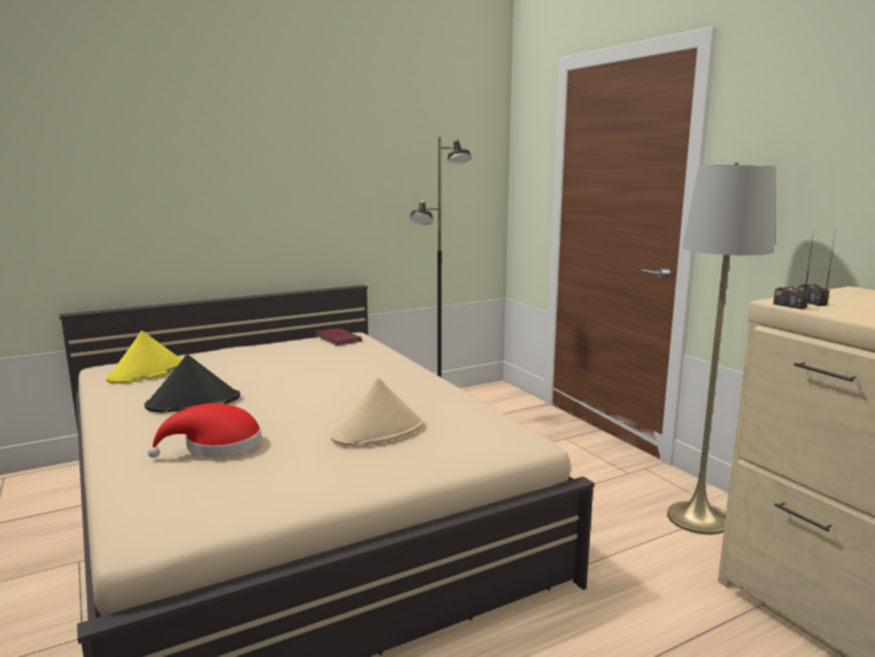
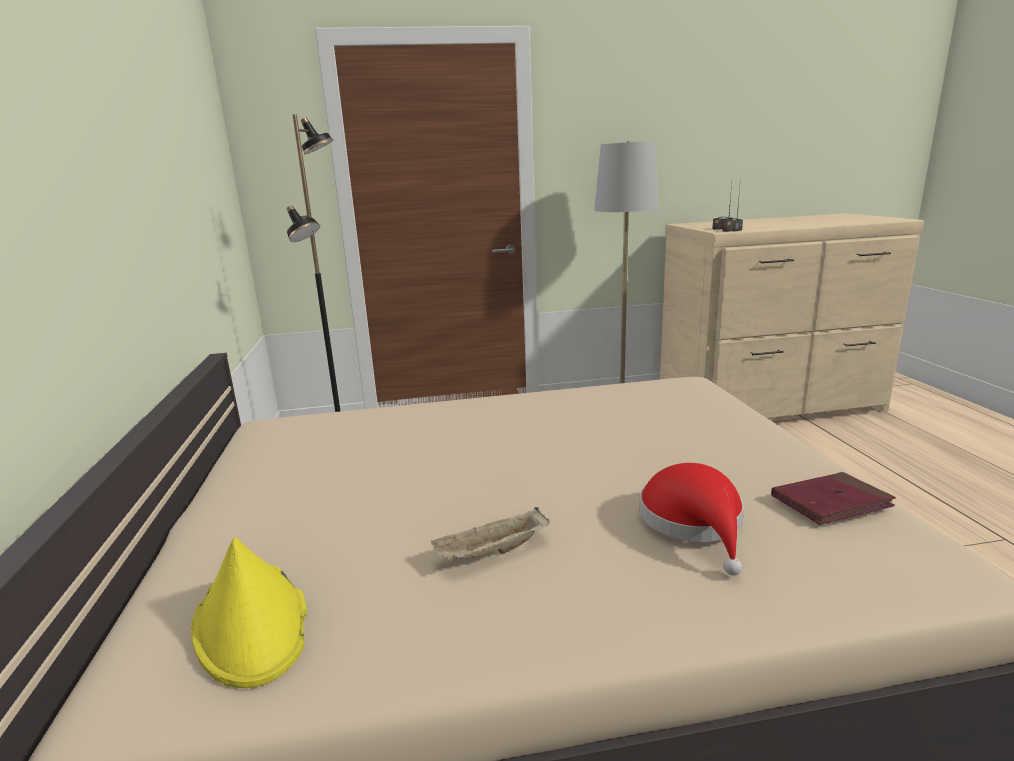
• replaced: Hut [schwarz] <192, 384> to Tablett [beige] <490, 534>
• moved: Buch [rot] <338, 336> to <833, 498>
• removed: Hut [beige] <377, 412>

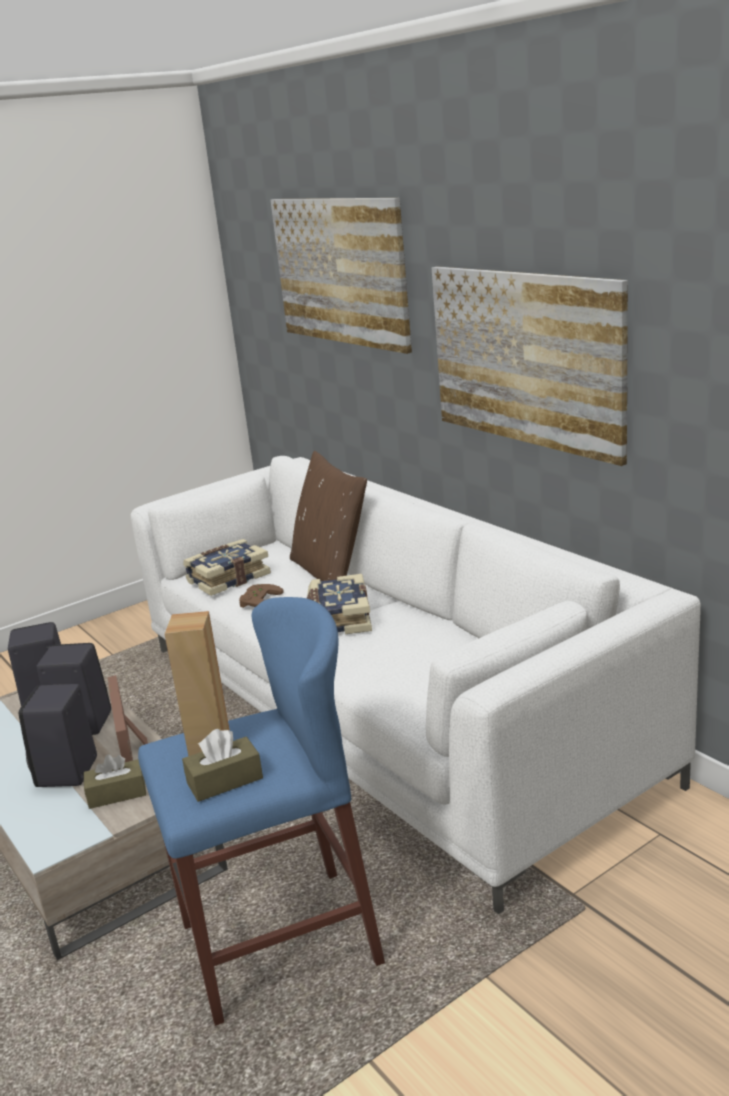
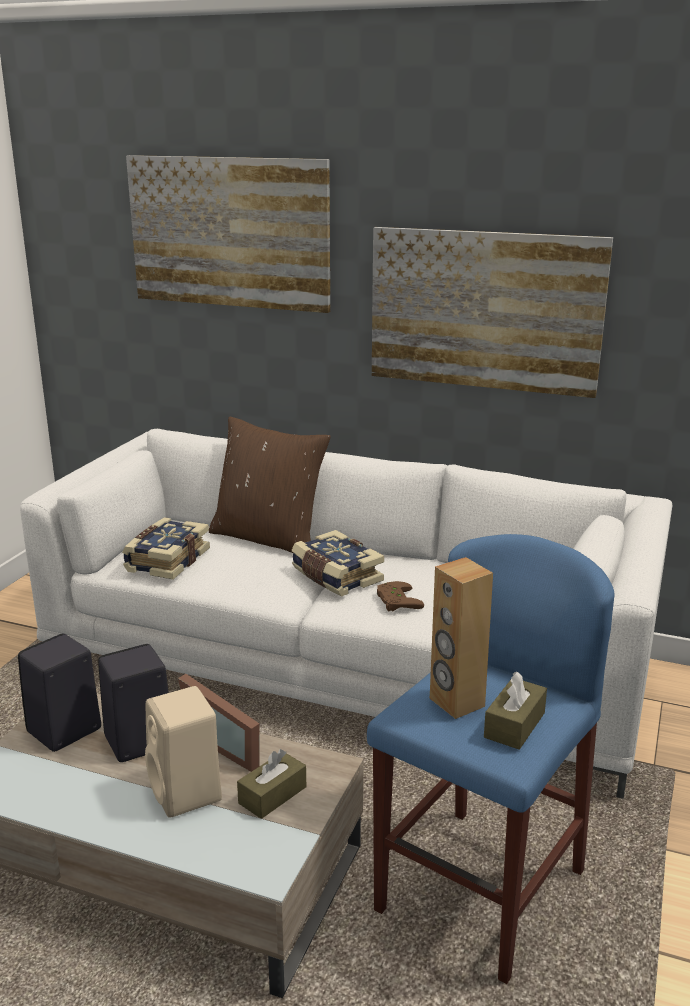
• recoloured: Lautsprecher [schwarz] <58, 735> to Lautsprecher [beige] <183, 752>
• moved: Gamepad [braun] <261, 596> to <400, 596>

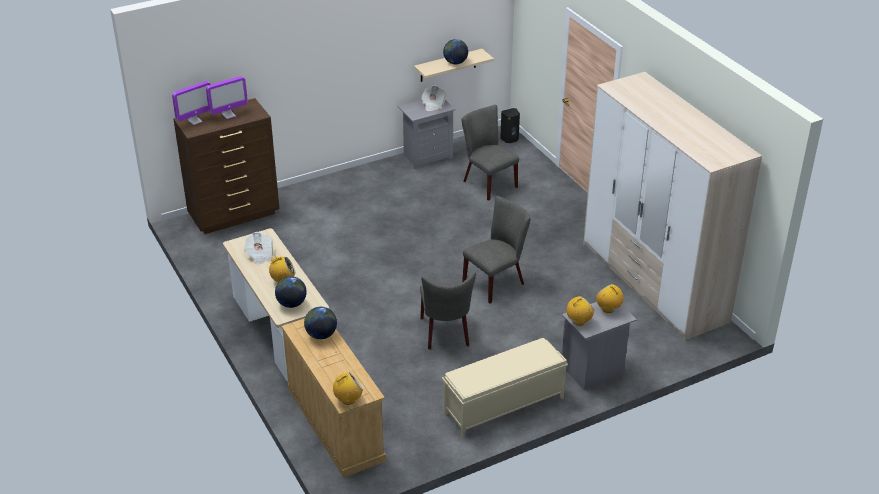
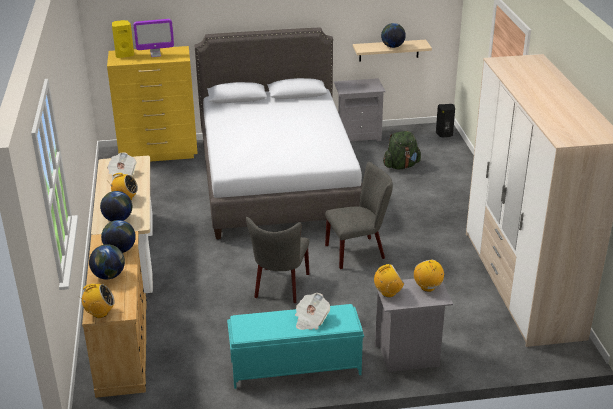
• added: Globus <107, 261>
• recoloured: Kommode [braun] <226, 166> to Kommode [gelb] <152, 104>
• replaced: Monitor <191, 103> to Lautsprecher [gelb] <123, 39>
• added: Bett [grau] <278, 133>
• recoloured: Bank [beige] <505, 388> to Bank [türkis] <295, 346>
• moved: Zeitung <433, 98> to <312, 311>
• replaced: Stuhl [grau] <490, 153> to Rucksack [grün] <402, 150>

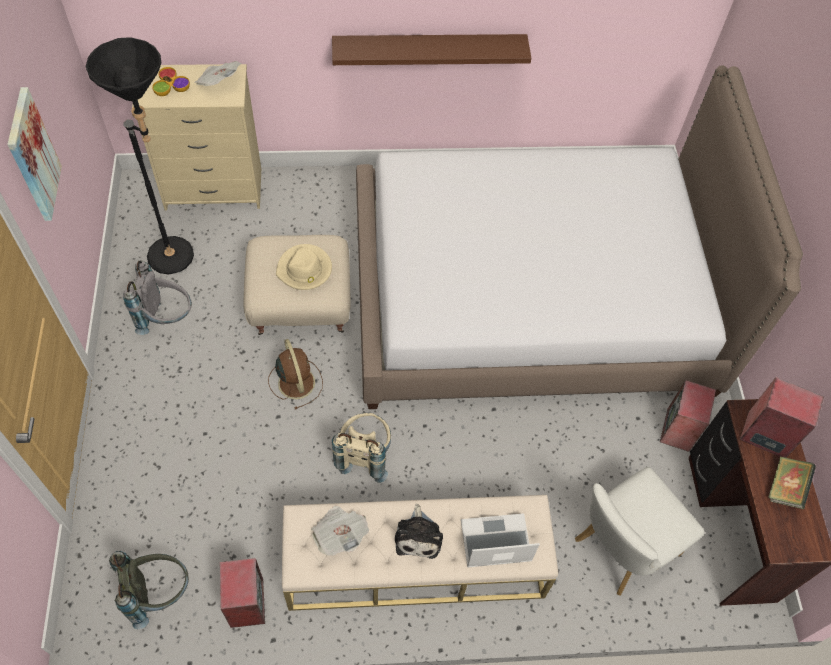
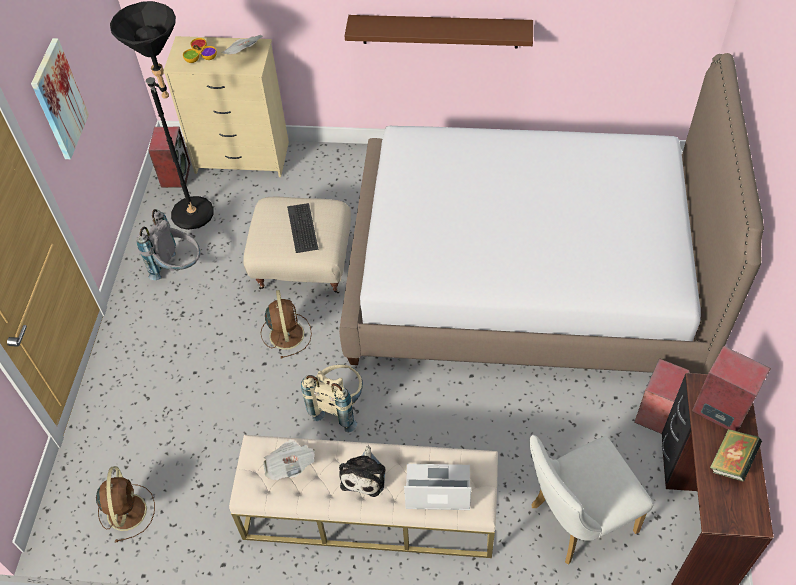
• replaced: Rucksack [grau] <149, 590> to Ventilator [braun] <125, 504>
• moved: Lautsprecher <242, 593> to <169, 157>
• replaced: Hut [beige] <304, 267> to Tastatur <302, 228>

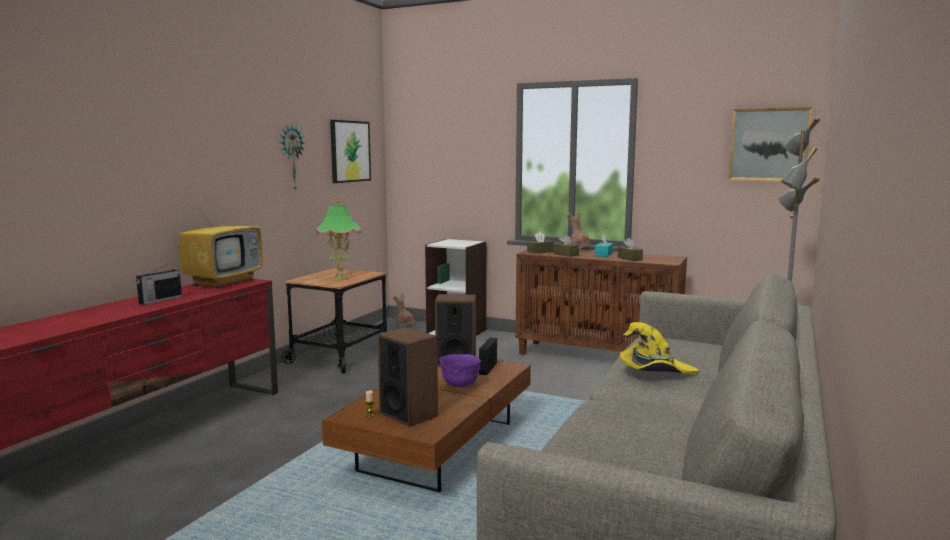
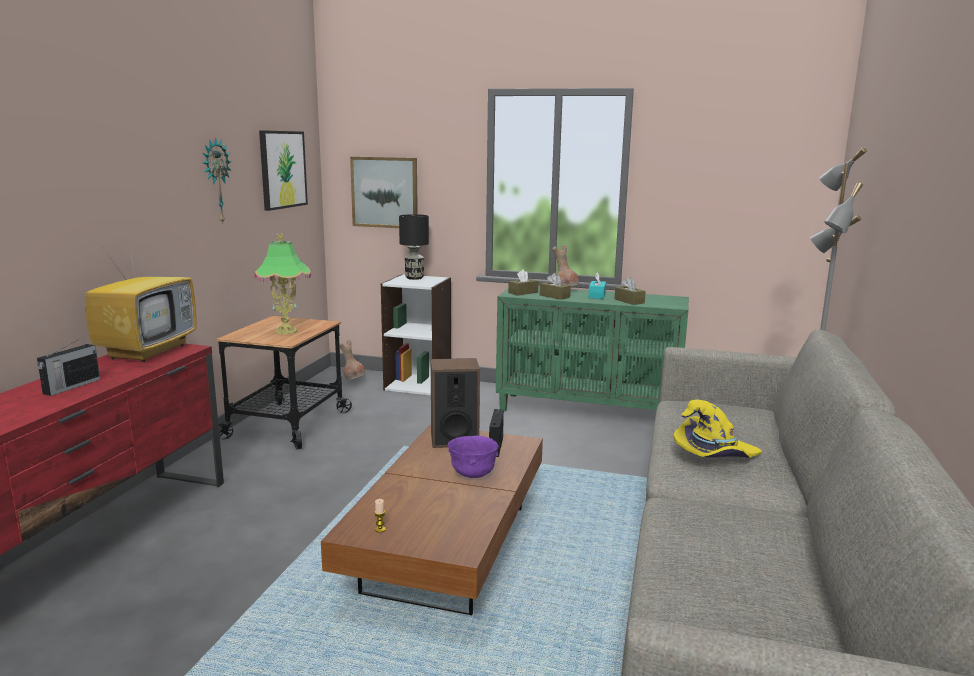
• moved: Bild <770, 144> to <384, 192>
• added: Tischlampe [schwarz] <414, 247>
• recoloured: Schrank [braun] <601, 302> to Schrank [grün] <592, 349>
• removed: Lautsprecher <408, 377>

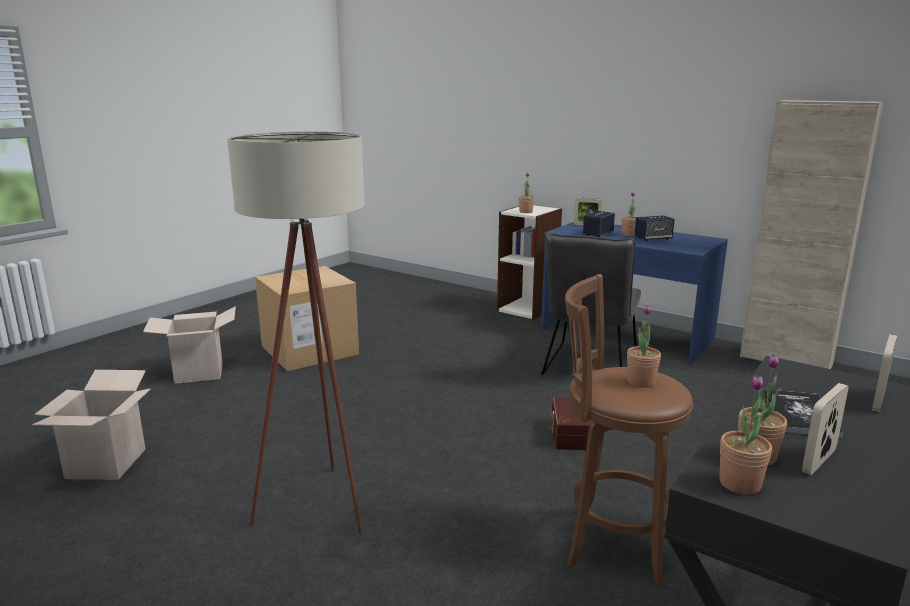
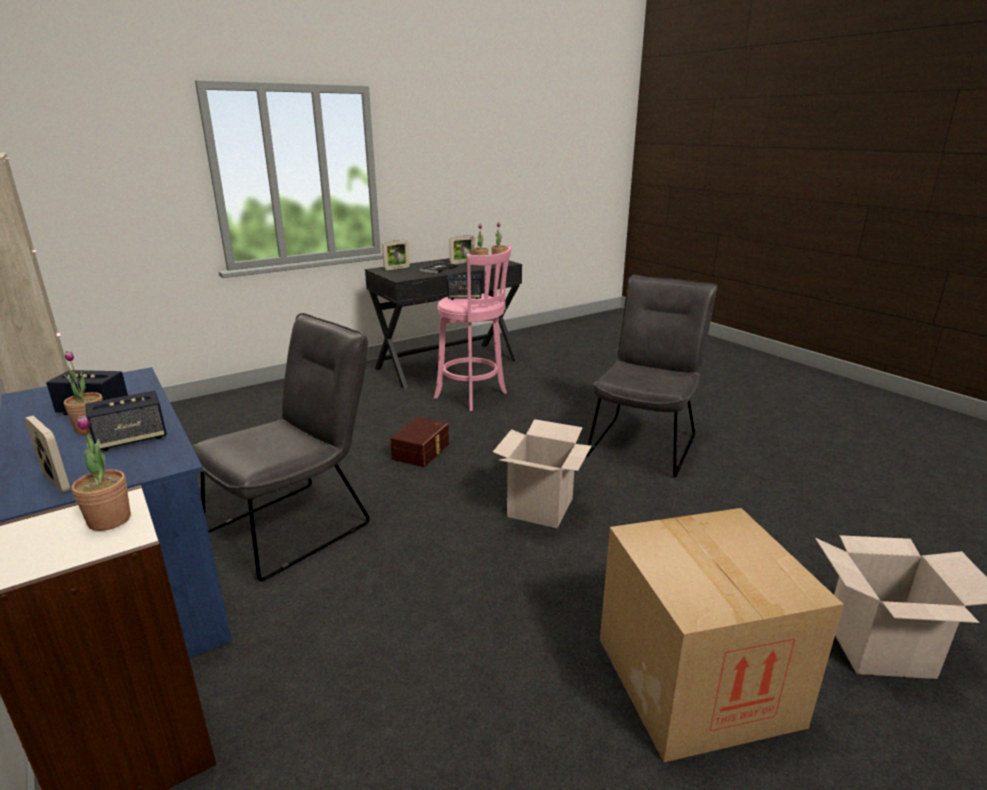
• recoloured: Hocker [braun] <629, 430> to Hocker [rosa] <473, 327>
• replaced: Topfpflanze <644, 346> to Lautsprecher <464, 287>
• moved: Karton <91, 425> to <542, 473>
• replaced: Stehlampe [beige] <296, 333> to Stuhl [grau] <652, 376>

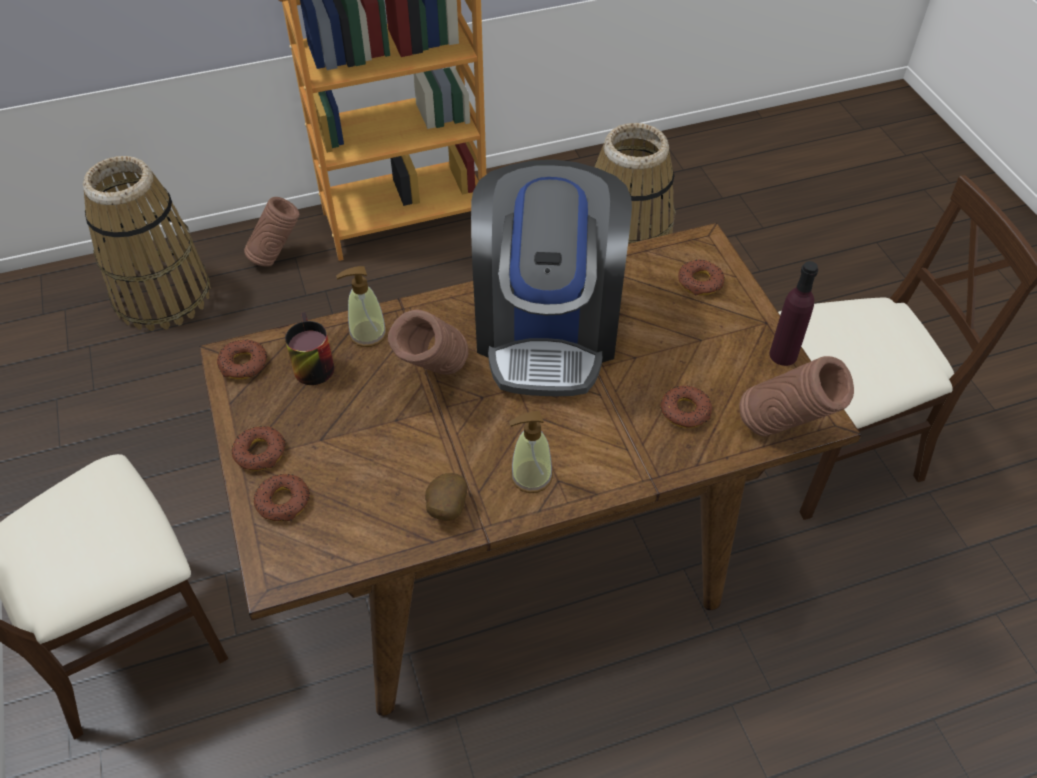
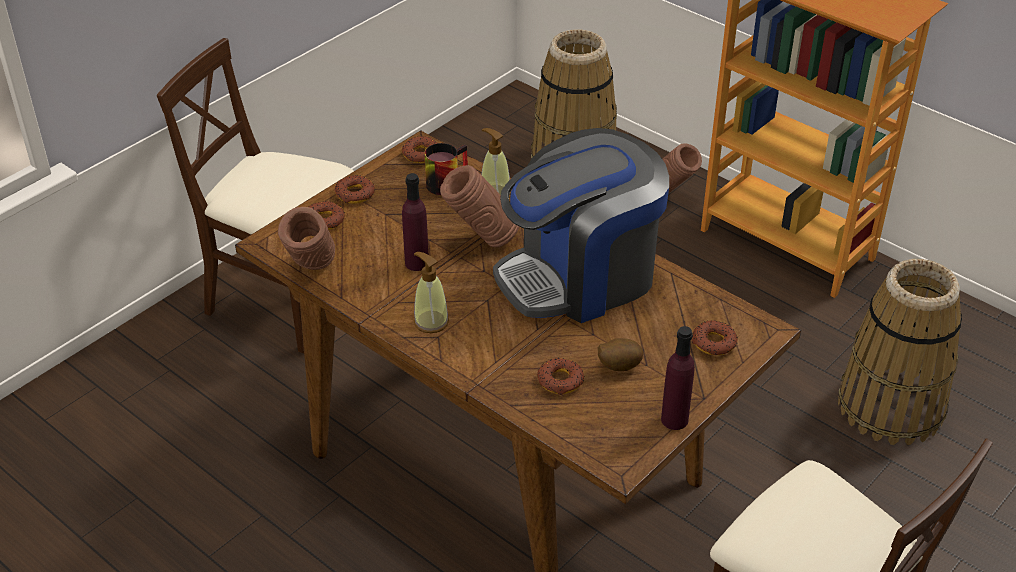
• moved: Vase [braun] <796, 396> to <306, 238>
• added: Flasche [lila] <415, 222>
• moved: Kartoffel <446, 497> to <621, 354>

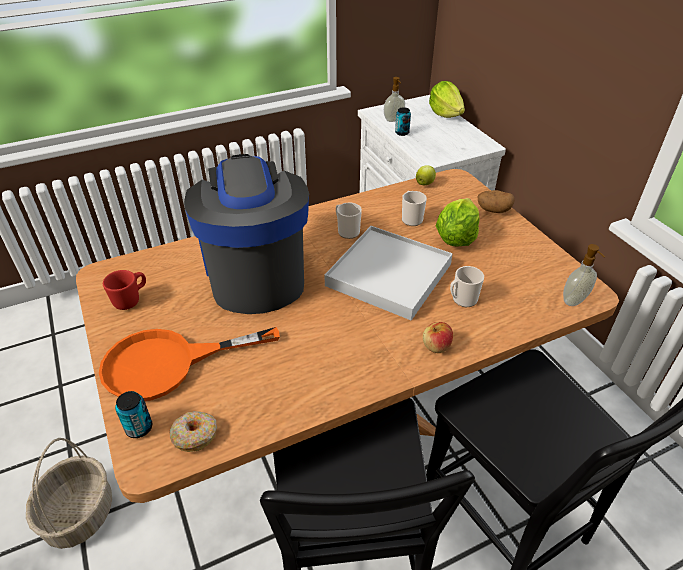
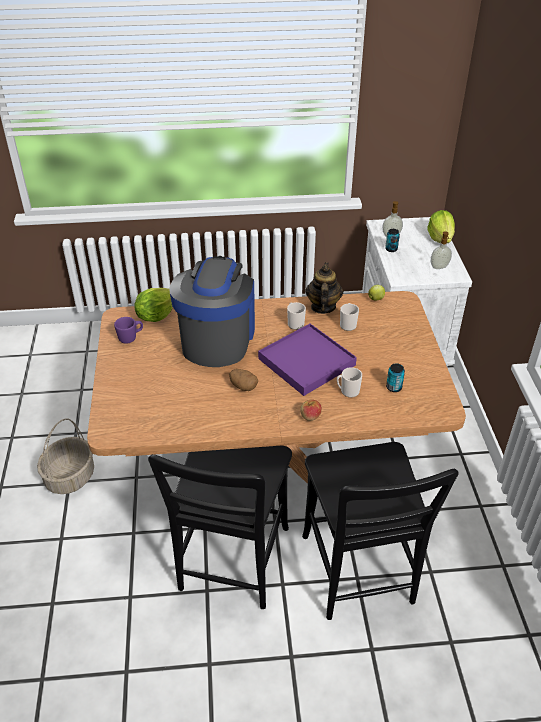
• recoloured: Henkelbecher [rot] <124, 290> to Henkelbecher [lila] <128, 330>
• moved: Salatkopf <458, 222> to <154, 305>
• moved: Kartoffel <496, 201> to <243, 380>
• recoloured: Tablett [weiß] <388, 273> to Tablett [lila] <307, 359>
• added: Teekanne <324, 288>
• moved: Dose <133, 414> to <395, 377>
• moved: Seifenspender <584, 275> to <441, 250>
• removed: Pfanne [orange] <189, 364>
• removed: Donut <193, 431>

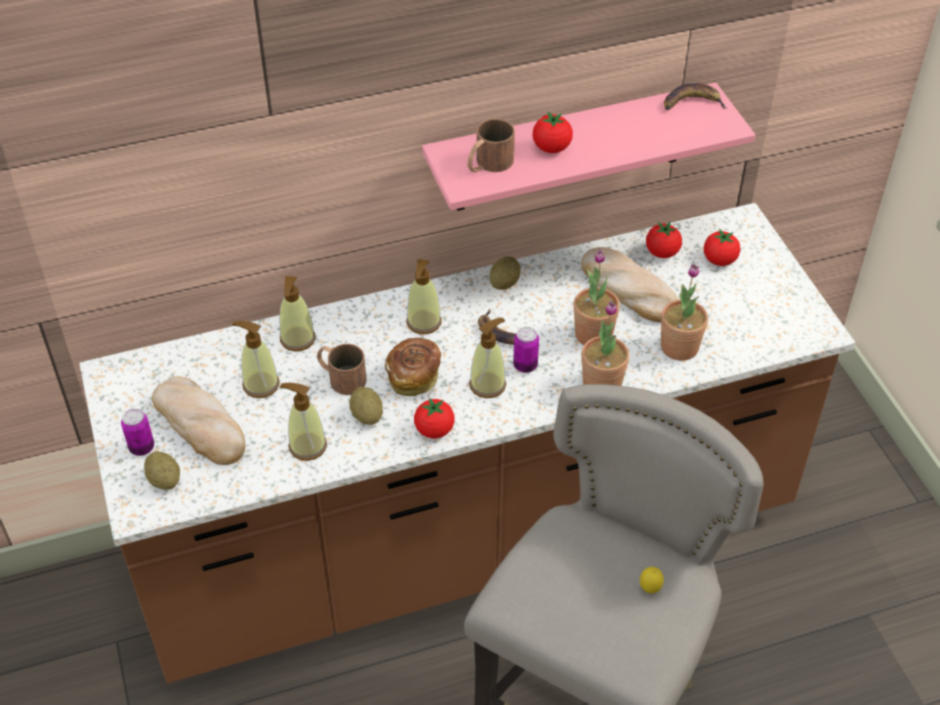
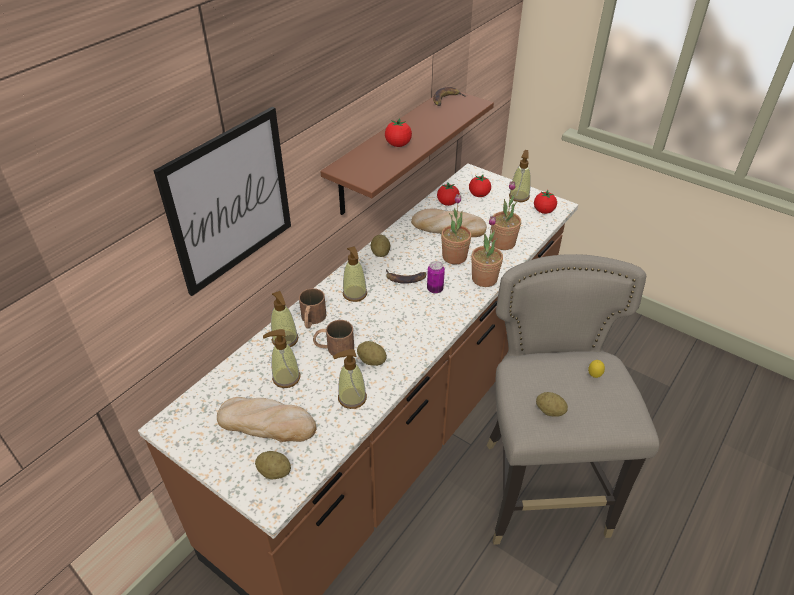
• added: Bild <222, 201>
• moved: Henkelbecher [braun] <491, 145> to <312, 308>
• recoloured: Wandregal [rosa] <588, 146> to Wandregal [braun] <407, 153>
• moved: Seifenspender <487, 358> to <520, 176>
• moved: Tomate <434, 417> to <545, 202>
• added: Kartoffel <552, 404>
• removed: Dose <137, 432>
• removed: Brot <413, 367>

